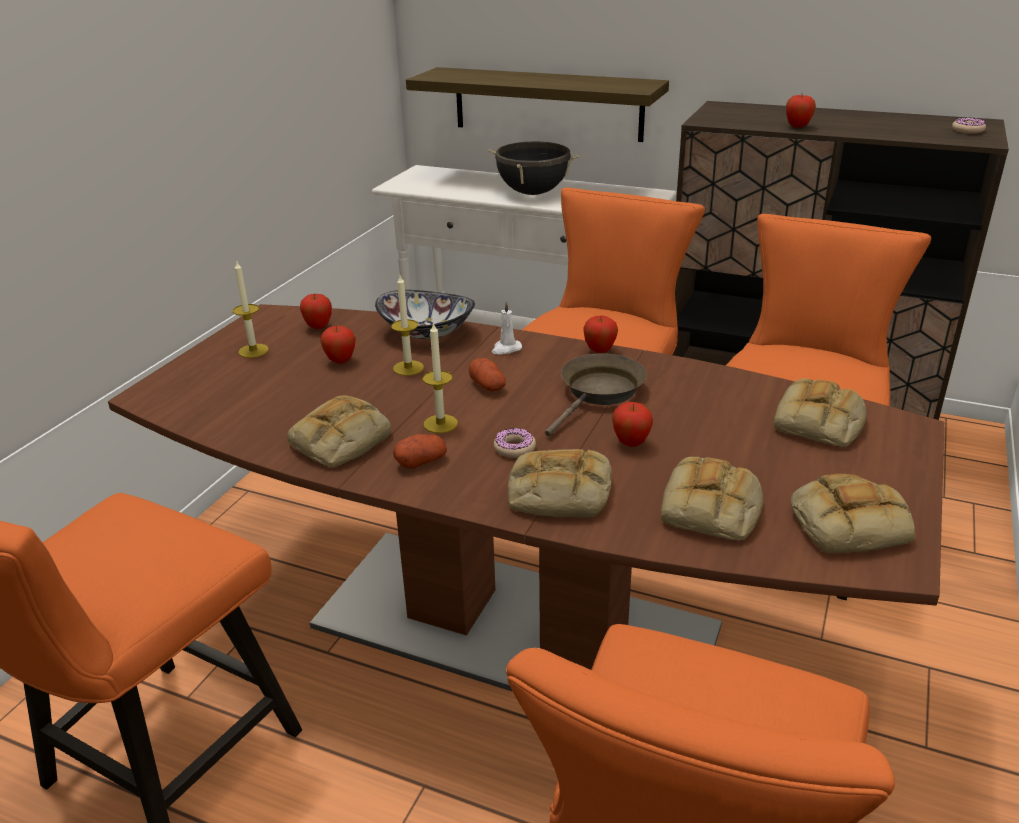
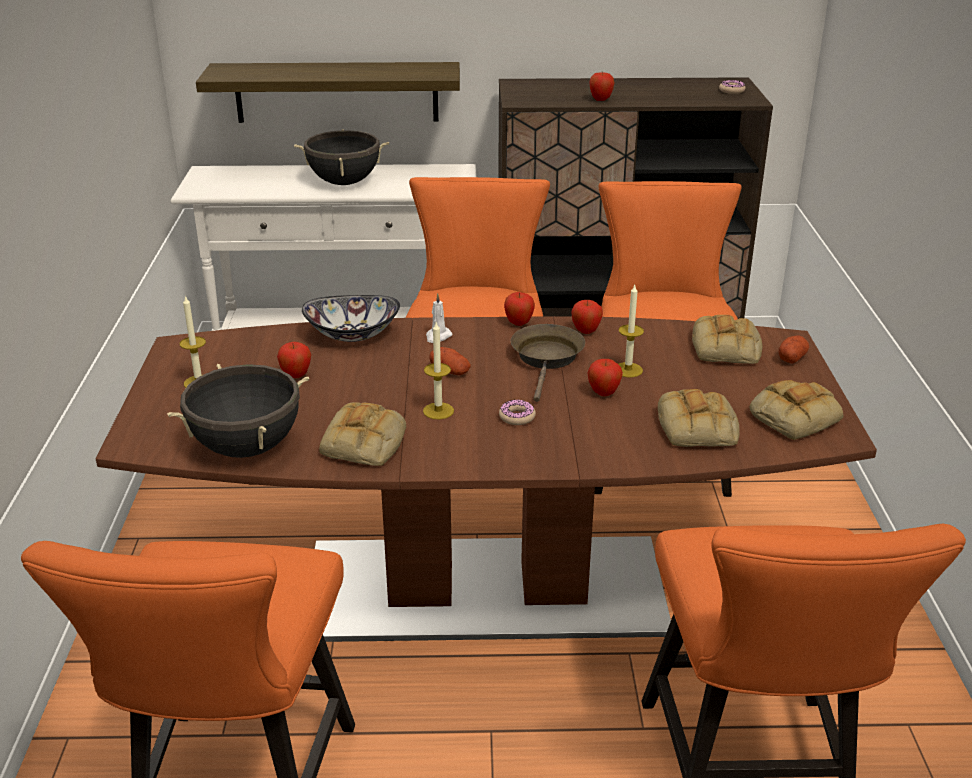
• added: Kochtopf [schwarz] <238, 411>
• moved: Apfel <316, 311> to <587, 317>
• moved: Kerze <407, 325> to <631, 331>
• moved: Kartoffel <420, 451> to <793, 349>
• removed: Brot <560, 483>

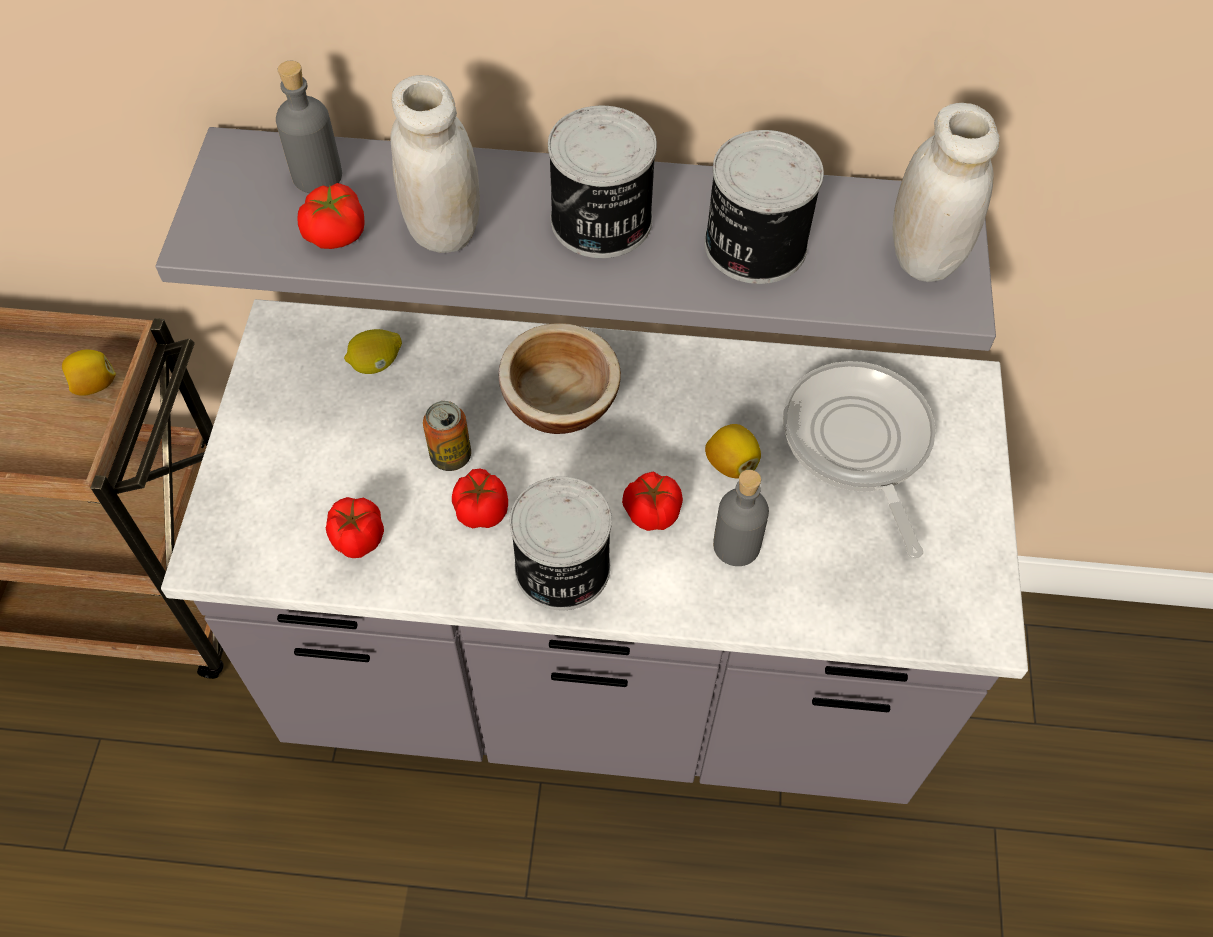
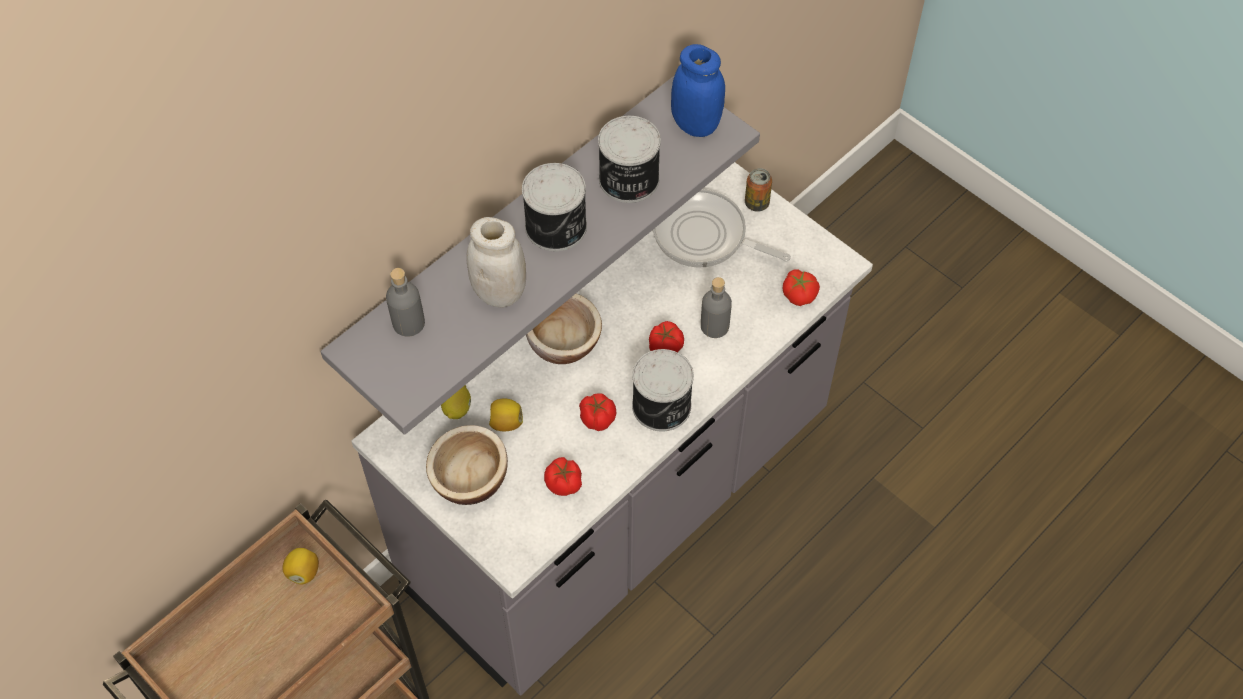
• added: Schüssel <467, 465>
• moved: Zitrone <733, 451> to <506, 414>
• recoloured: Vorratsglas [weiß] <946, 192> to Vorratsglas [blau] <698, 90>
• moved: Dose <447, 436> to <758, 190>
• moved: Tomate <331, 216> to <801, 287>

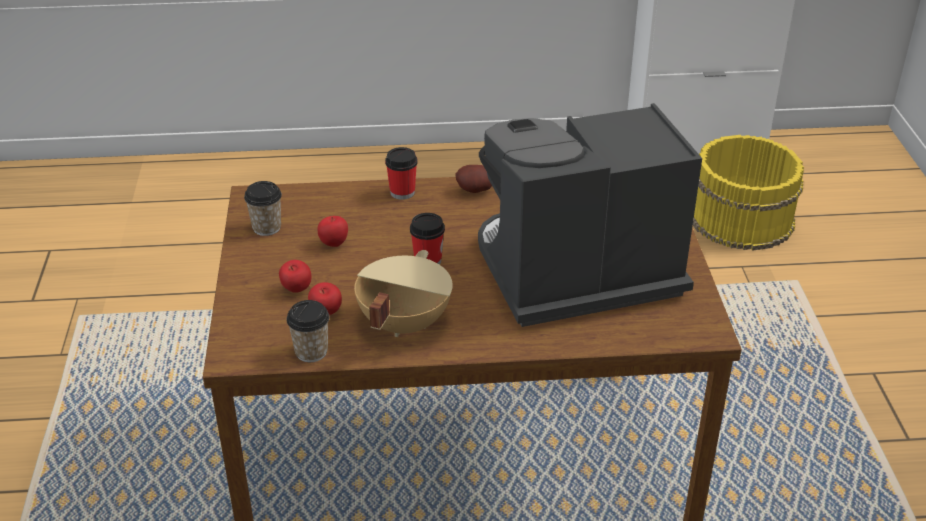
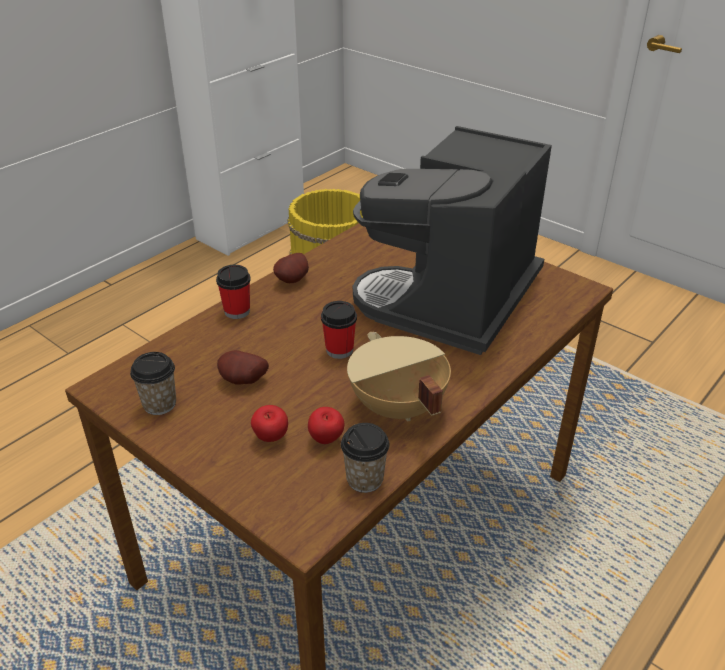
• replaced: Apfel <332, 231> to Kartoffel <243, 367>

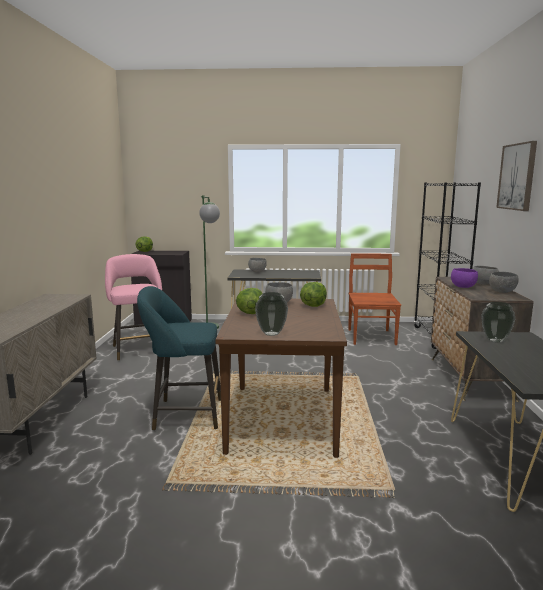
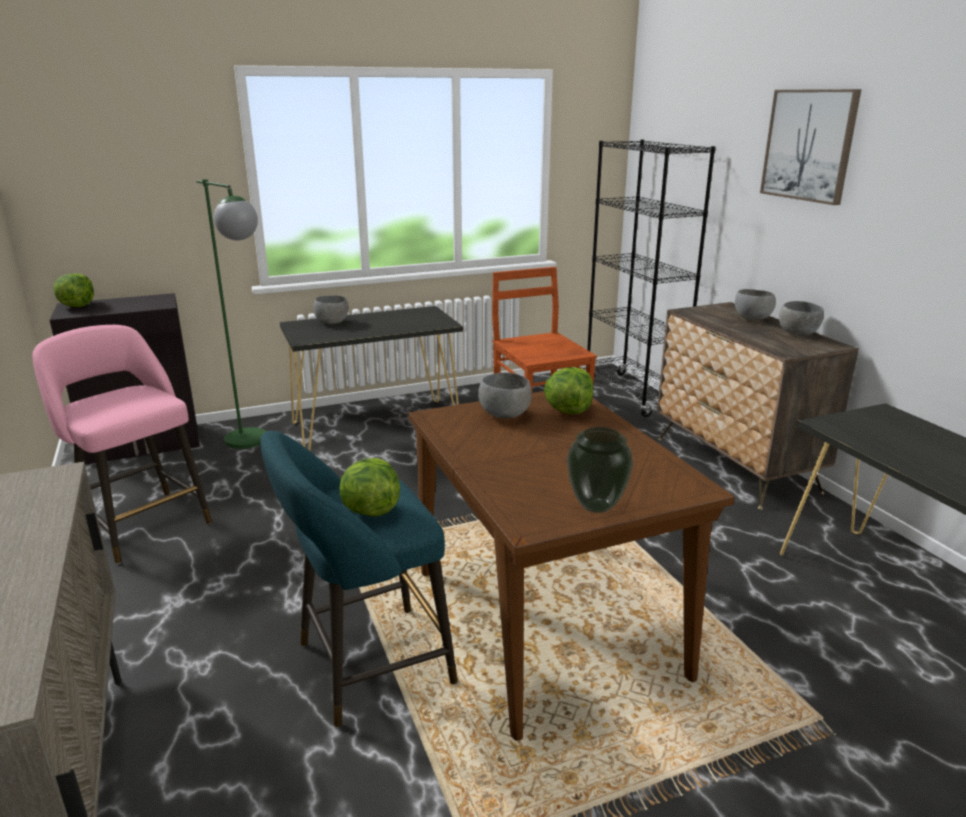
• moved: Salatkopf <249, 301> to <369, 487>
• removed: Schüssel [lila] <464, 278>
• removed: Vase <498, 322>

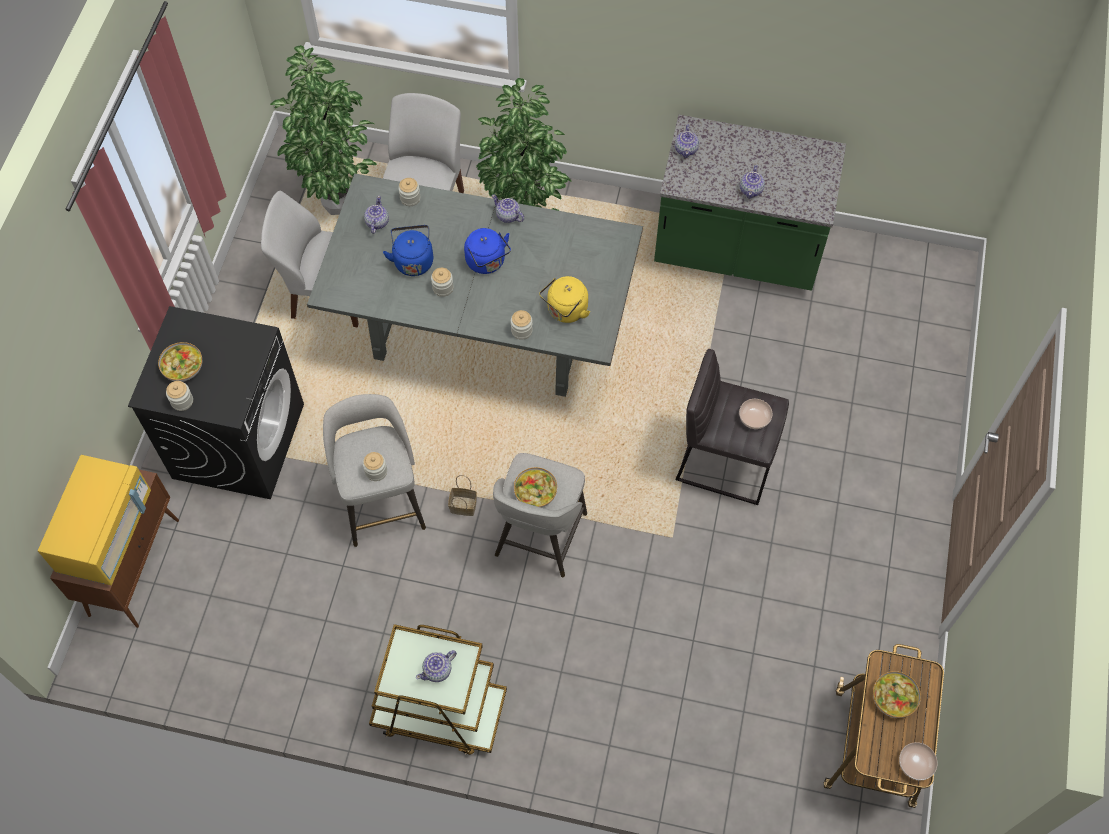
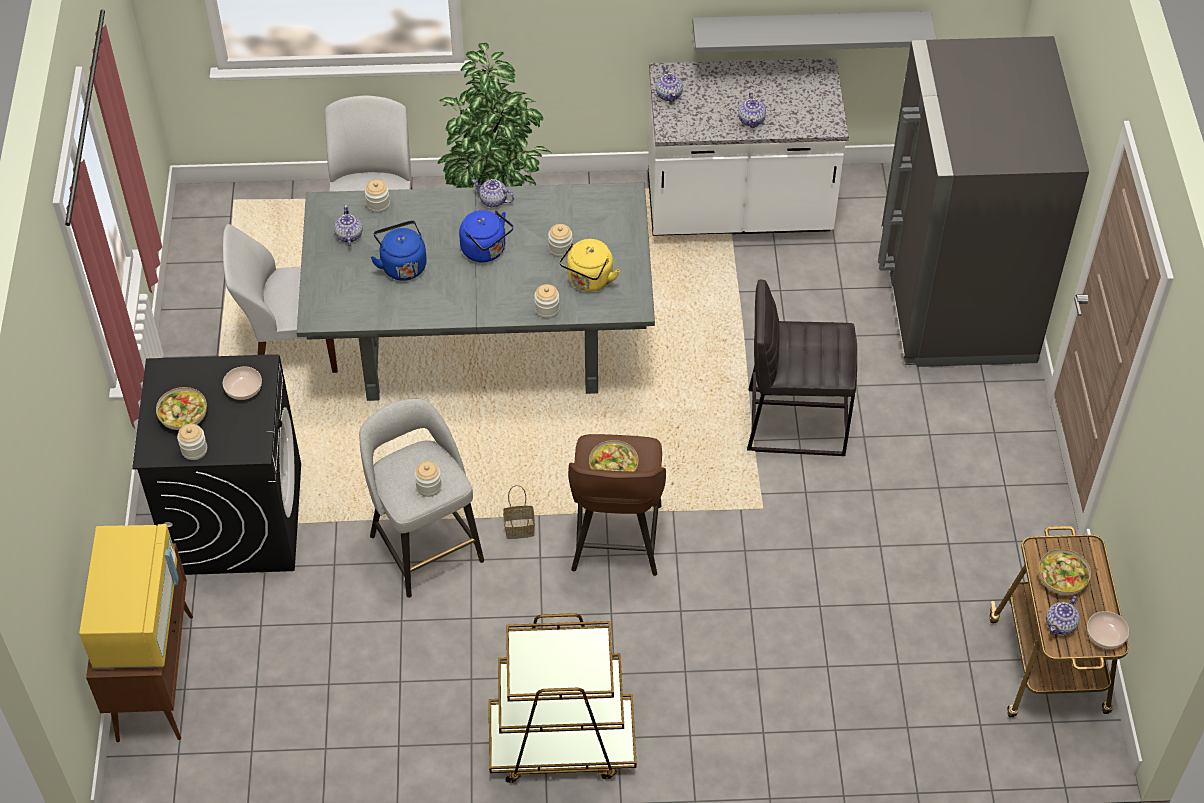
• moved: Schüssel <756, 414> to <242, 383>
• moved: Vorratsglas <442, 282> to <560, 241>
• recoloured: Hocker [grau] <540, 515> to Hocker [braun] <617, 505>
• recoloured: Küchenzeile [grün] <750, 203> to Küchenzeile [weiß] <748, 147>
• added: Wandregal [grau] <815, 32>
• added: Kühlschrank [grau] <983, 201>
• moved: Teekanne <436, 666> to <1063, 615>
• removed: Topfpflanze <323, 130>

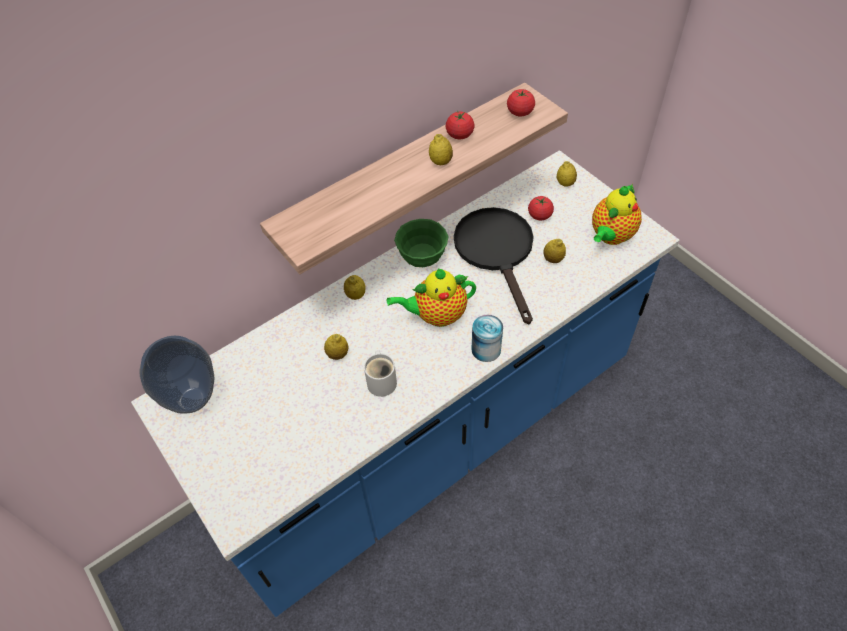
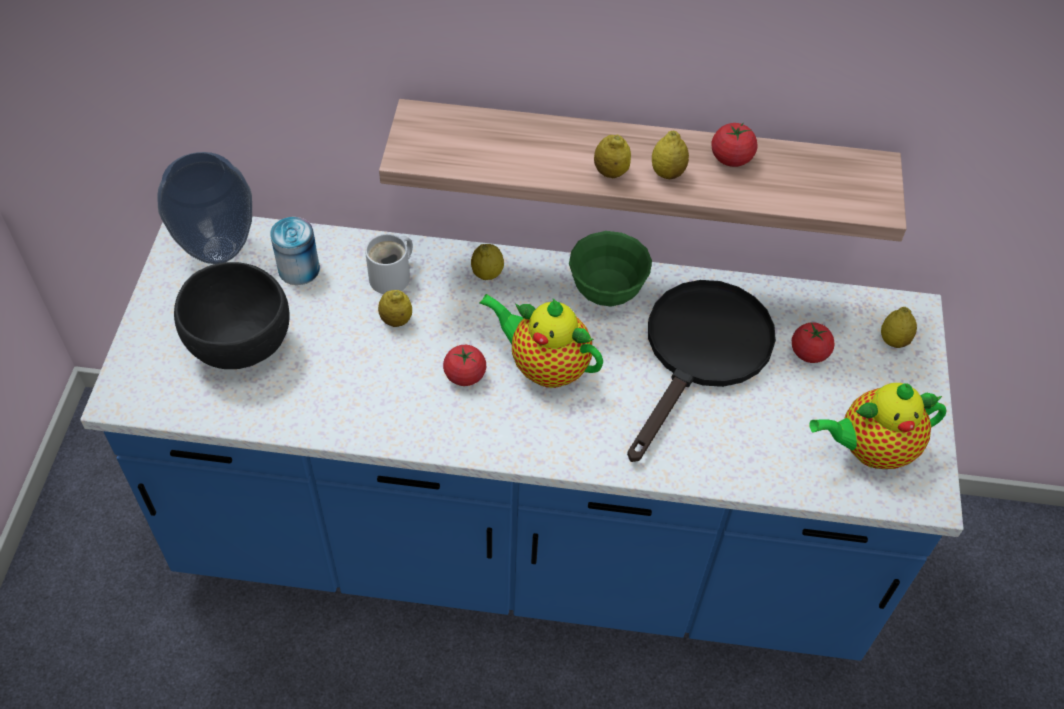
• added: Schüssel [schwarz] <231, 315>
• moved: Dose <487, 338> to <295, 251>
• moved: Henkelbecher [weiß] <380, 374> to <389, 264>
• moved: Tomate <521, 103> to <464, 365>
• moved: Zitrone <554, 251> to <612, 156>

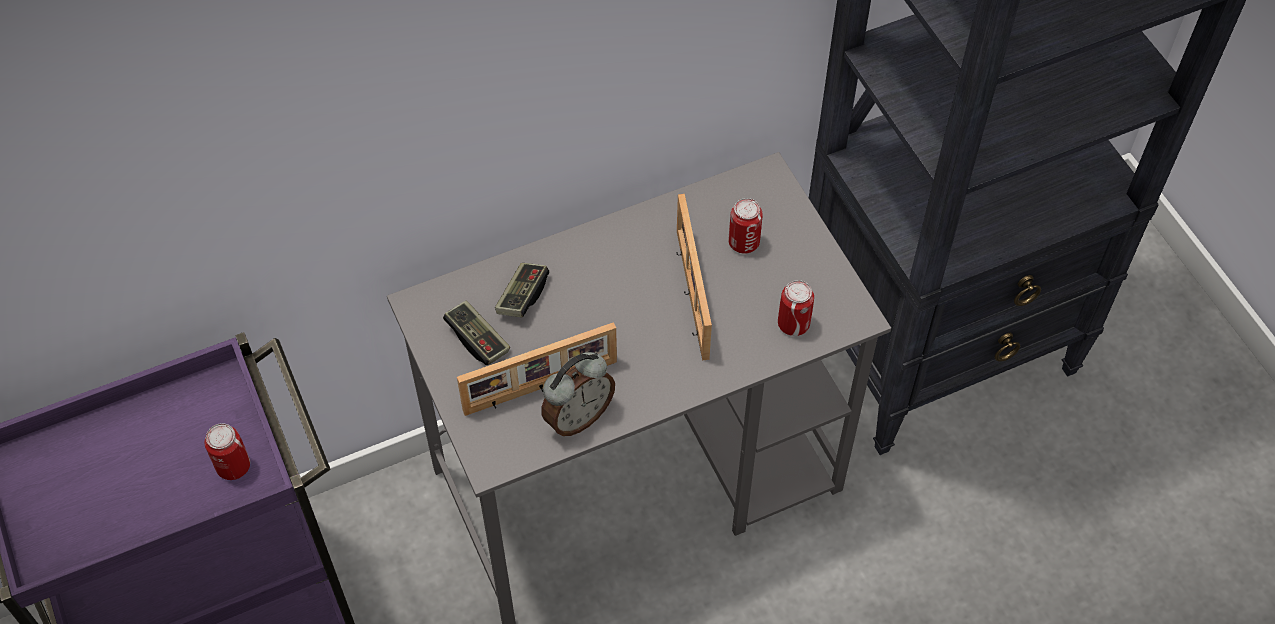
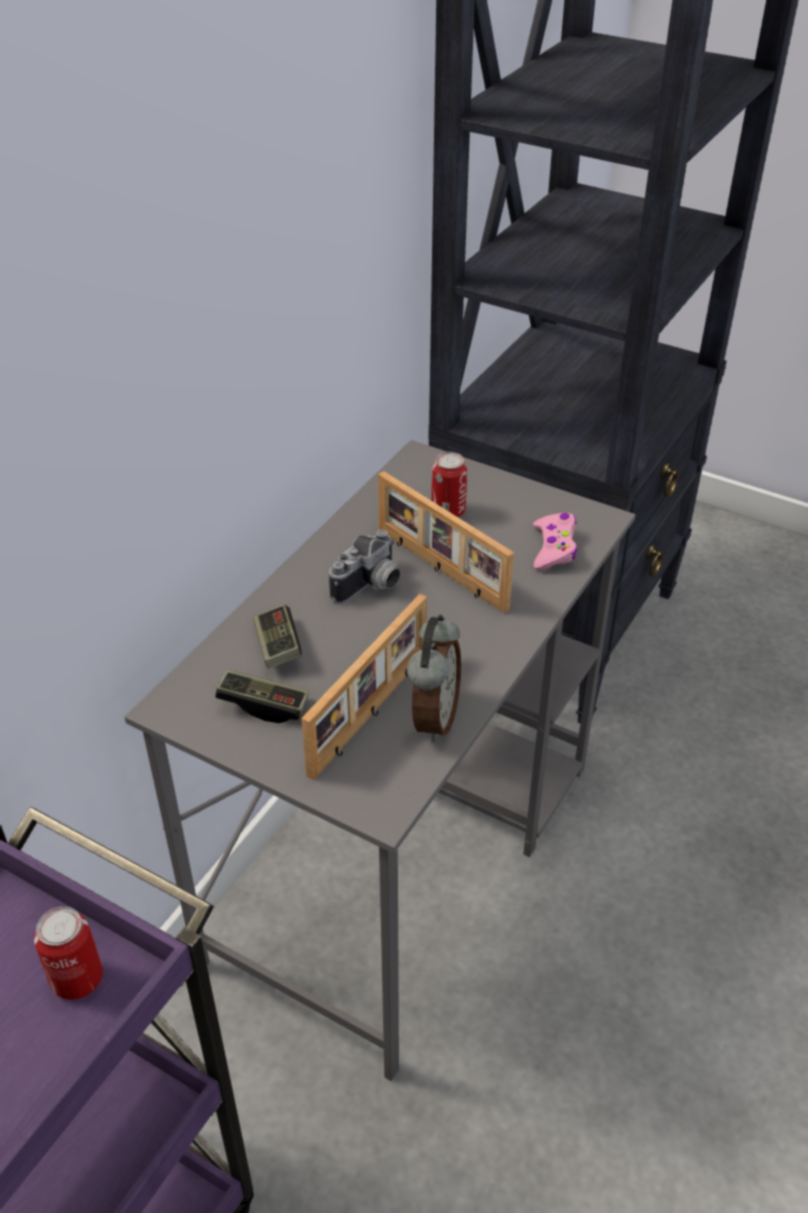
• added: Kamera <364, 567>
• replaced: Dose <796, 308> to Gamepad [rosa] <555, 542>

